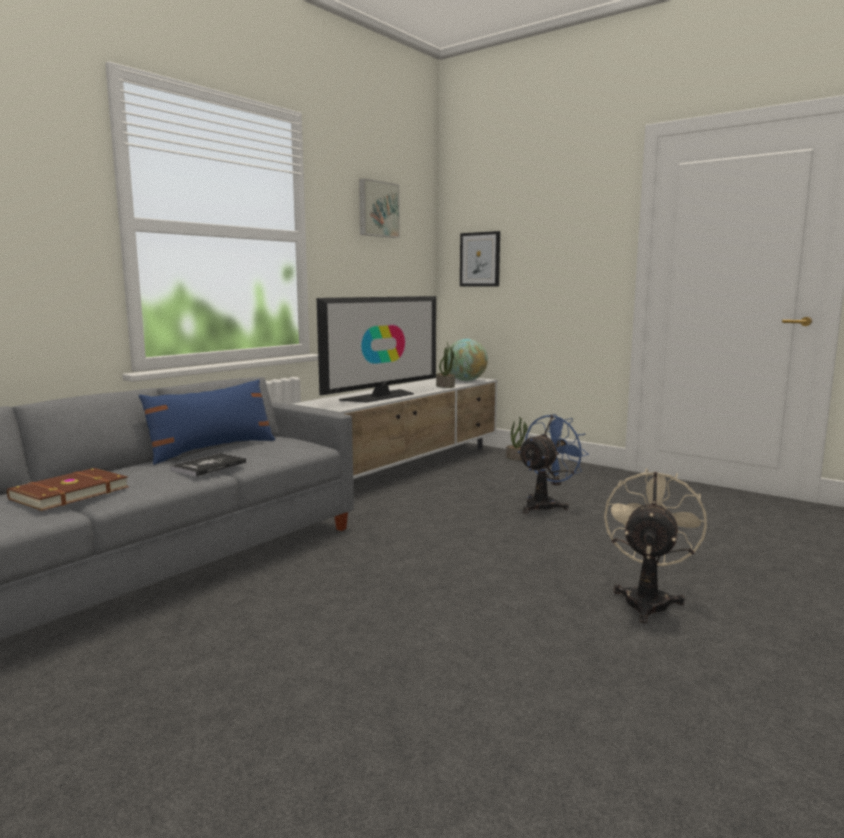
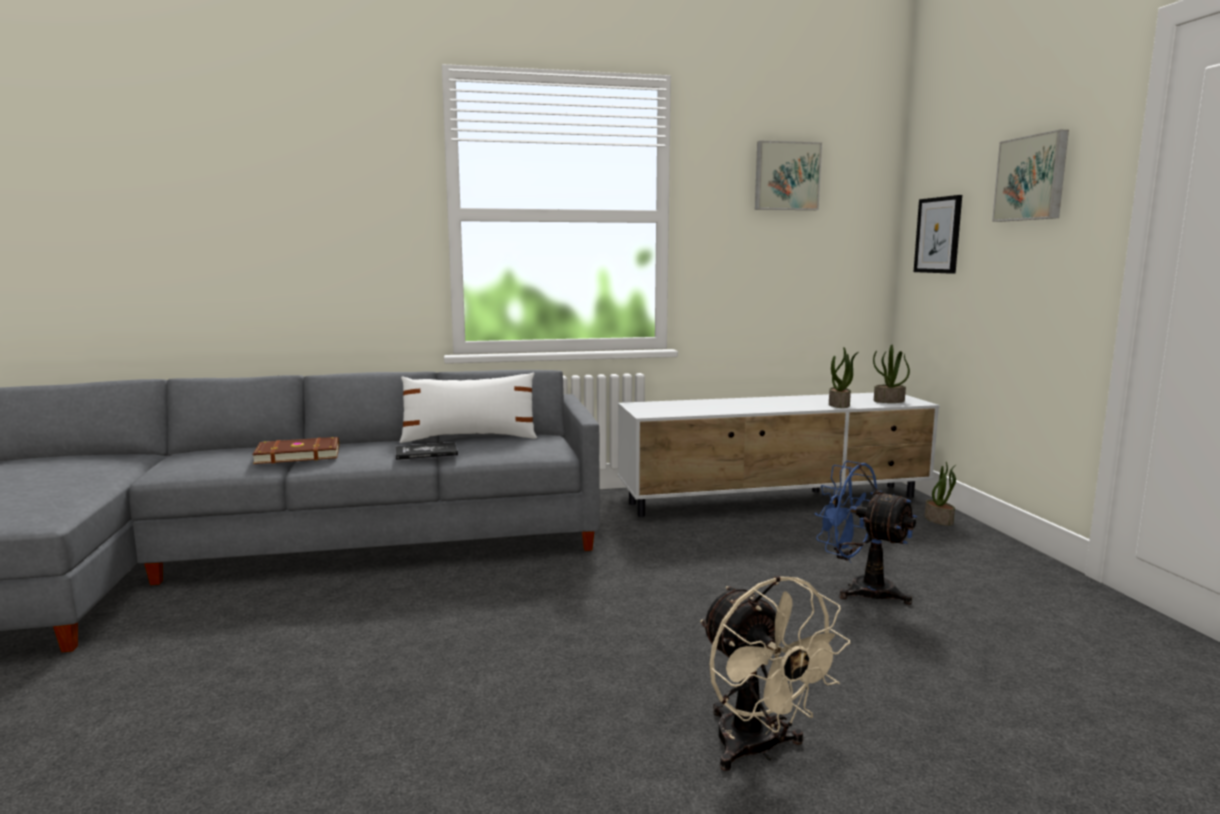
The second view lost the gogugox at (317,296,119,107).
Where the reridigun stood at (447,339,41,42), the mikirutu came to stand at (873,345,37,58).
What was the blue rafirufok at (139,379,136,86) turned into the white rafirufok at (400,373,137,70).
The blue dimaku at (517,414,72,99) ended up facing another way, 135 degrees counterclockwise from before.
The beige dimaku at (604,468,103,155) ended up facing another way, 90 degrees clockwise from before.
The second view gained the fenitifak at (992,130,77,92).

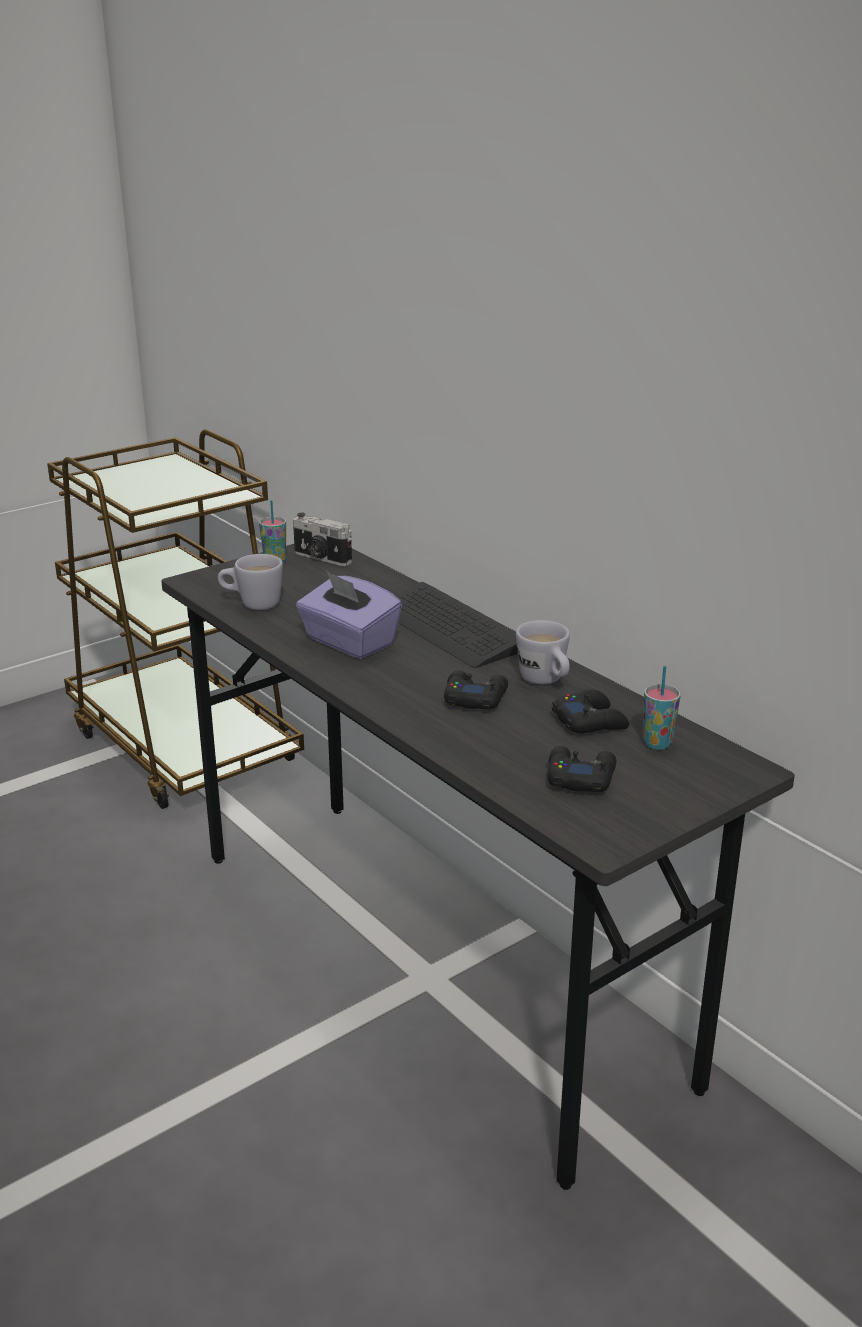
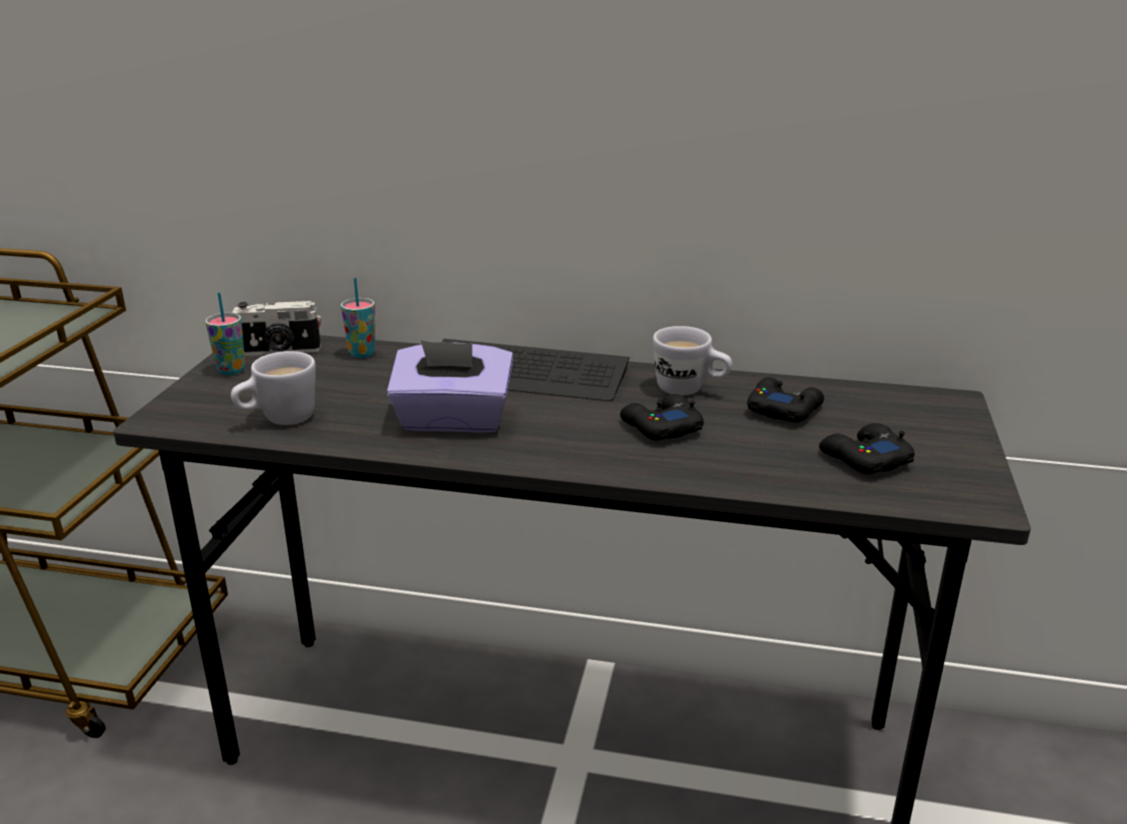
The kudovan ended up elsewhere, having gone from (643,666,38,84) to (341,278,35,80).

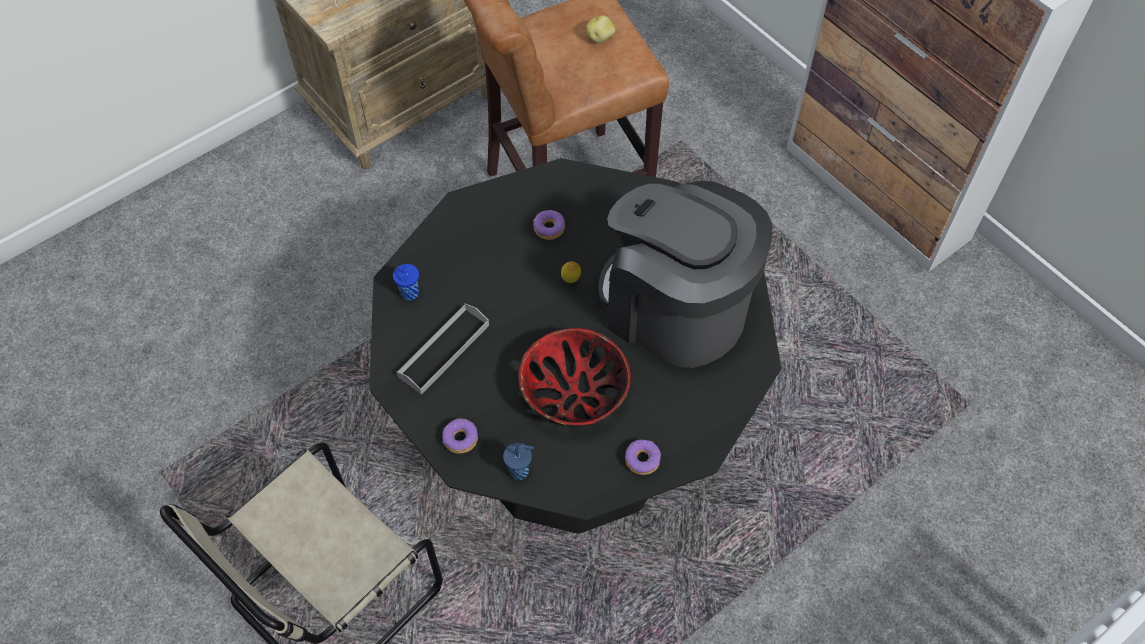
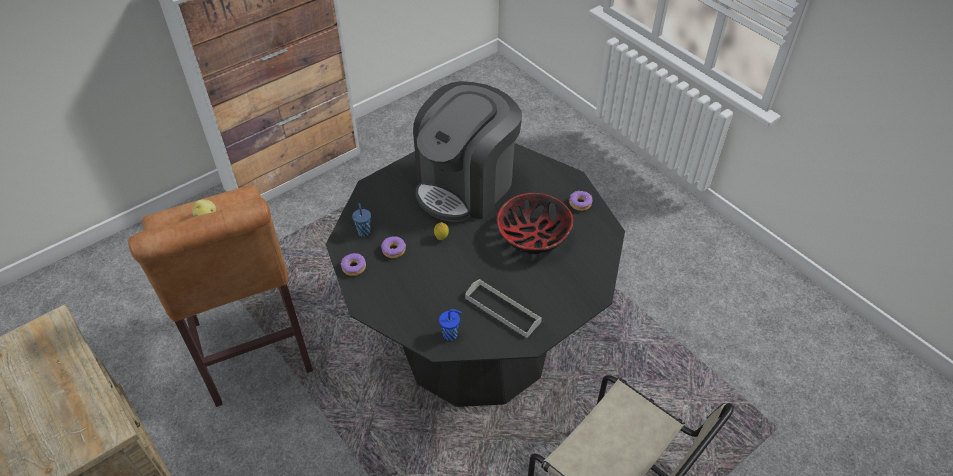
The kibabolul ended up elsewhere, having gone from (442,418,36,36) to (341,253,25,23).
The blue kudovan ended up elsewhere, having gone from (503,443,31,37) to (352,203,19,34).

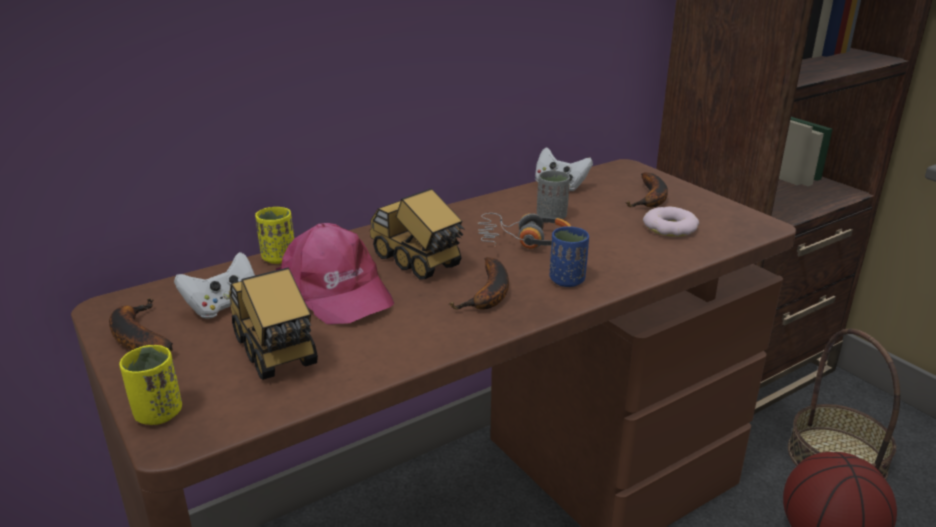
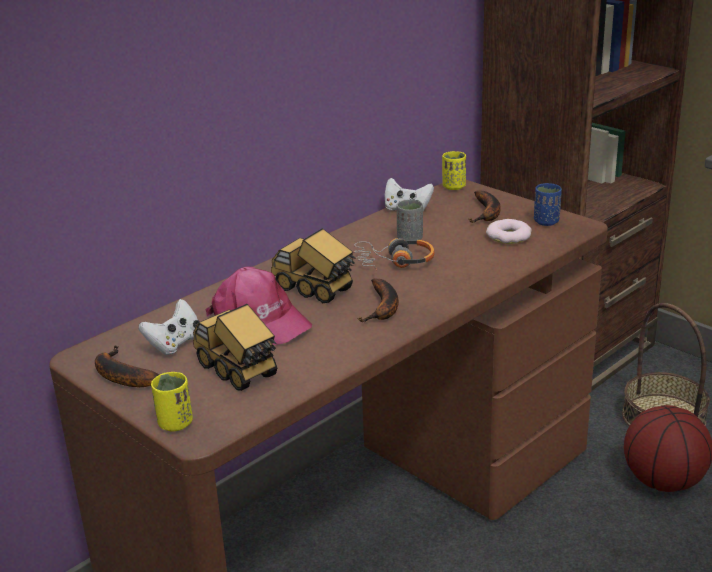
The yellow kudovan ended up elsewhere, having gone from (255,207,39,57) to (442,151,24,39).
The blue kudovan ended up elsewhere, having gone from (549,226,40,61) to (534,183,28,43).

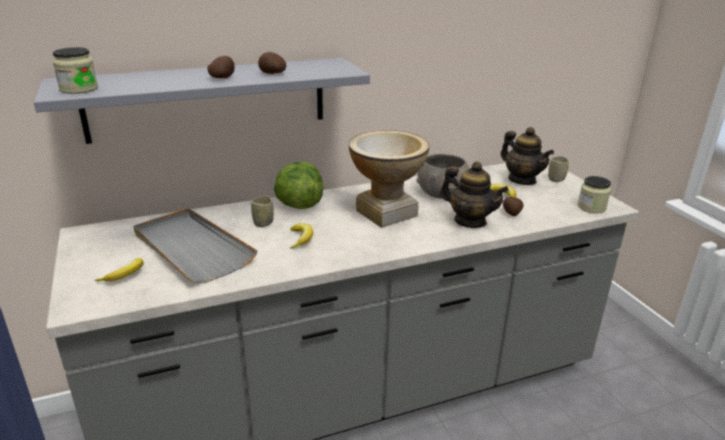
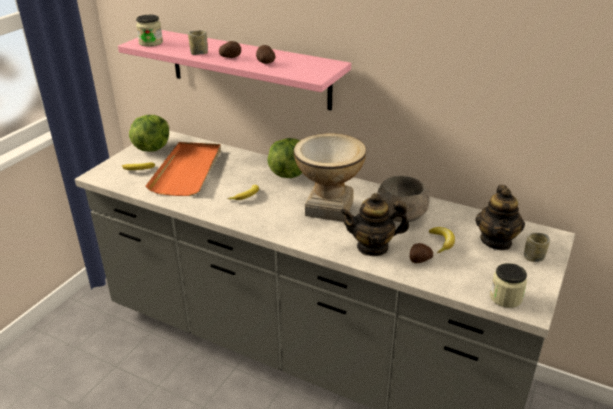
What was the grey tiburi at (34,58,336,86) turned into the pink tiburi at (118,30,233,80).
The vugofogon at (440,162,69,66) ended up facing another way, 90 degrees clockwise from before.
The kudovan ended up elsewhere, having gone from (251,196,23,31) to (188,30,20,25).
What was the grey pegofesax at (134,208,124,75) turned into the orange pegofesax at (146,142,75,54).
The second view gained the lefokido at (129,115,40,37).

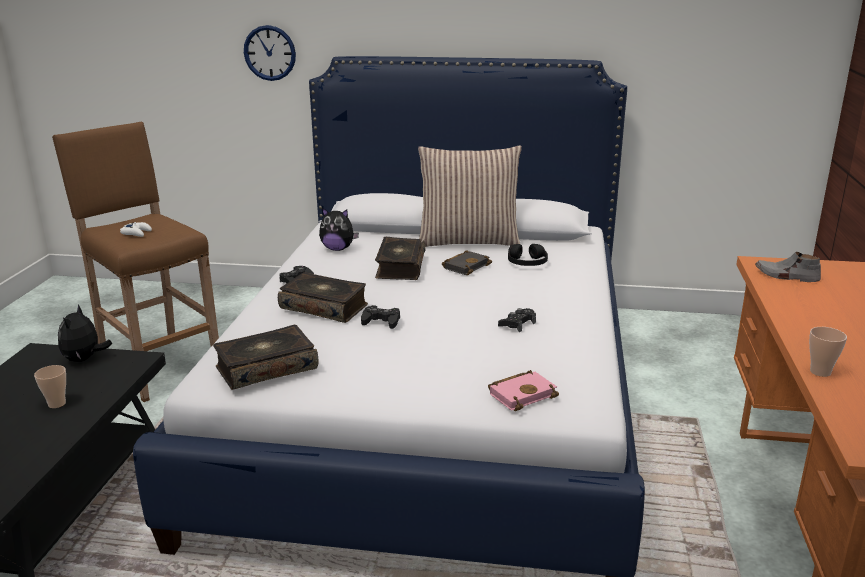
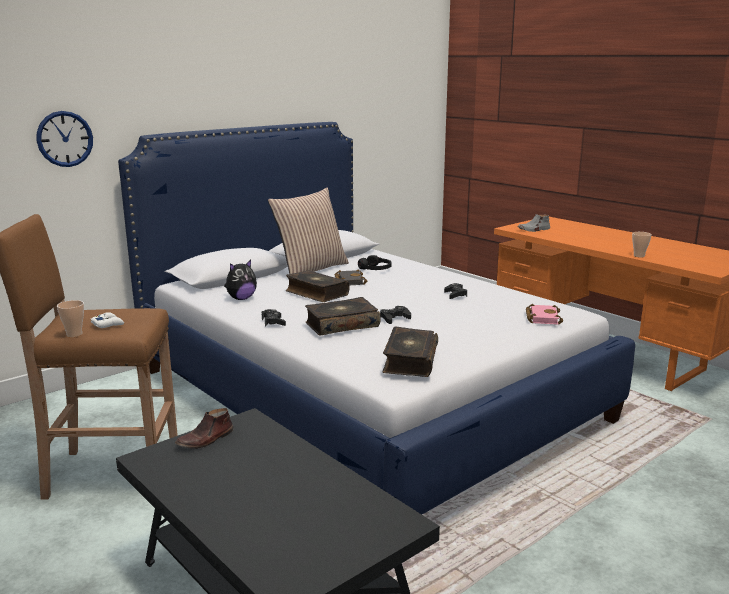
Where the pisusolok stood at (58,304,54,58), the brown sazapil came to stand at (175,408,58,41).
The kudovan ended up elsewhere, having gone from (34,365,32,43) to (57,300,27,37).

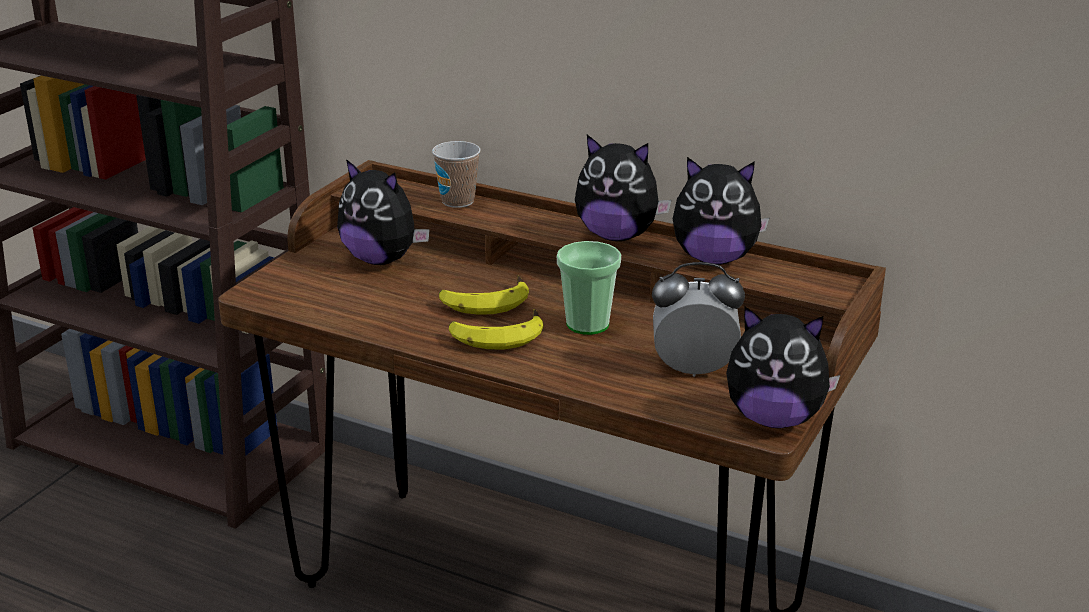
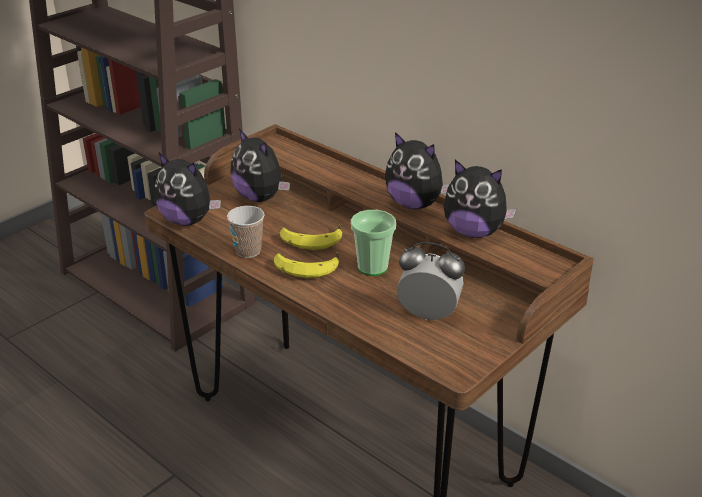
The kudovan ended up elsewhere, having gone from (432,141,49,67) to (227,206,38,52).
The pisusolok ended up elsewhere, having gone from (726,307,114,121) to (154,153,67,73).

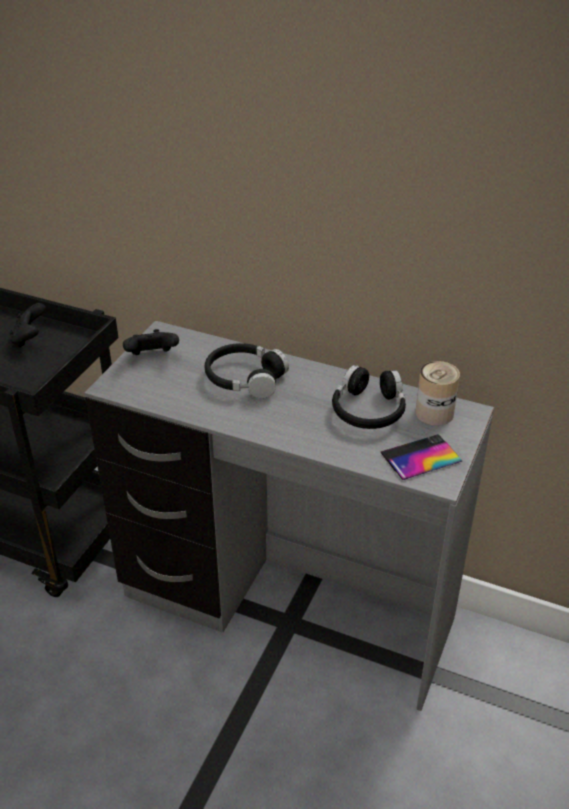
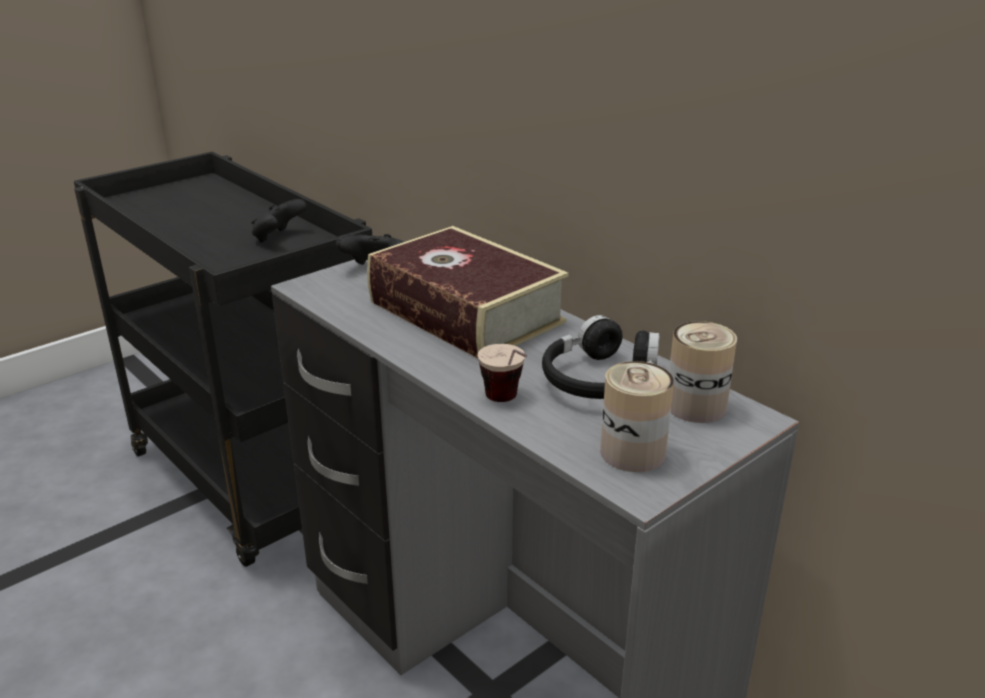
Where the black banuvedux stood at (205,343,84,55), the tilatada came to stand at (367,226,202,132).
Where the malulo stood at (381,434,81,46), the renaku came to stand at (600,361,74,111).
The second view gained the kudovan at (478,344,49,58).

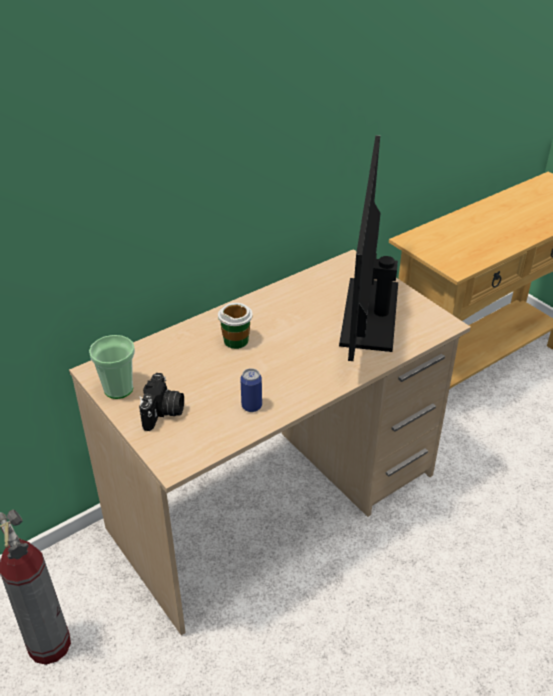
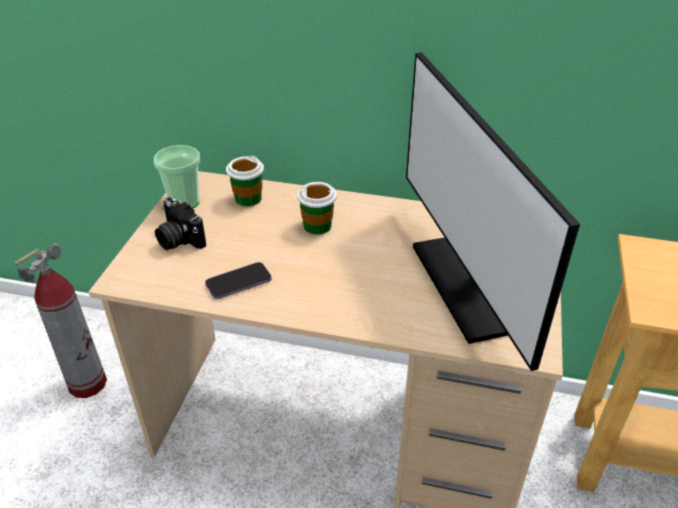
The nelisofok at (339,135,59,226) ended up facing another way, 75 degrees counterclockwise from before.
Where the renaku stood at (240,368,22,44), the malulo came to stand at (205,262,67,37).
The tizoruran at (139,373,45,58) ended up facing another way, 75 degrees clockwise from before.
The second view gained the kudovan at (226,156,38,51).

